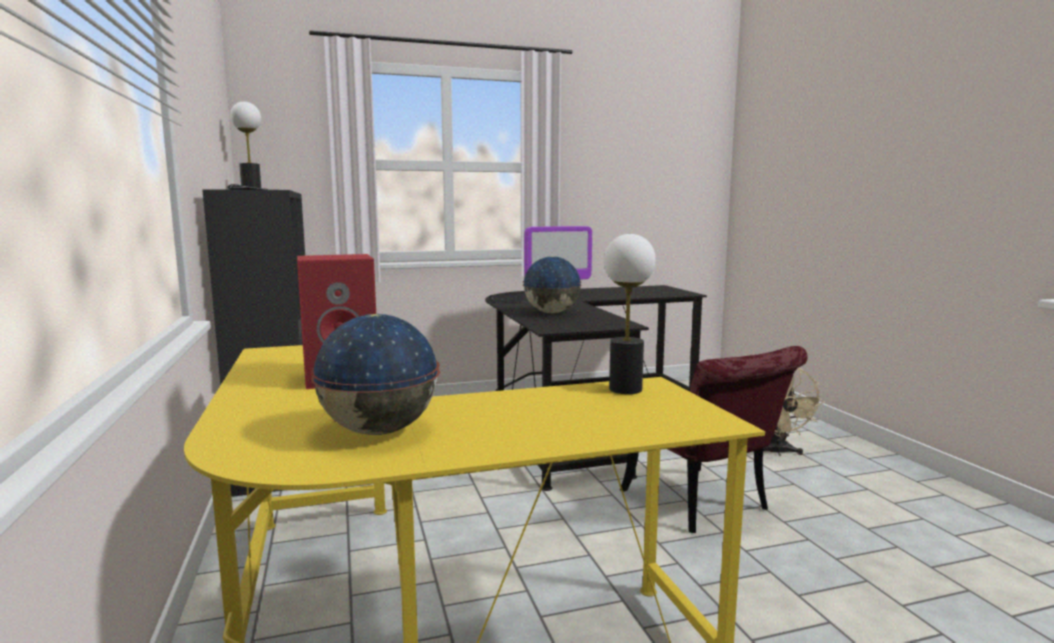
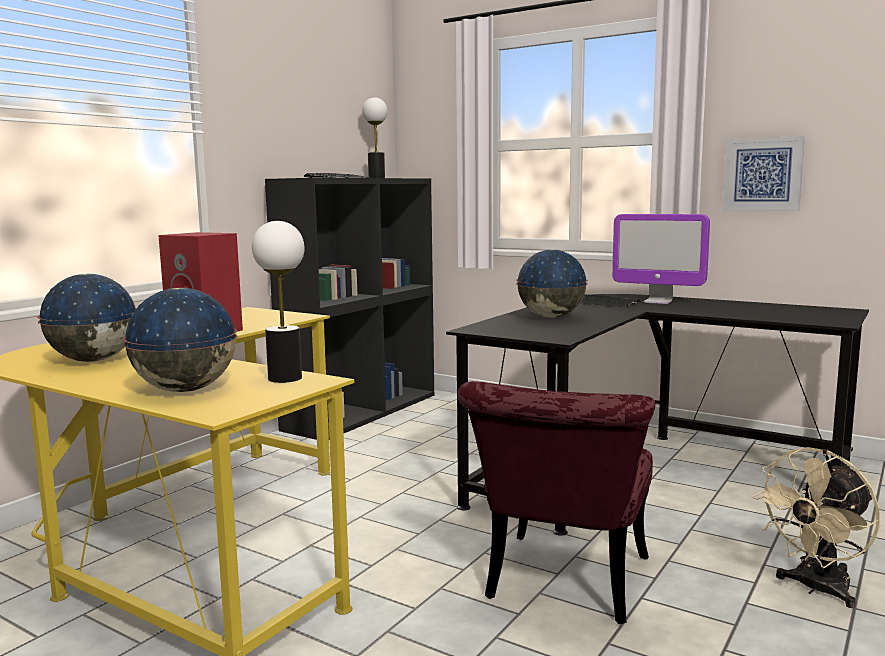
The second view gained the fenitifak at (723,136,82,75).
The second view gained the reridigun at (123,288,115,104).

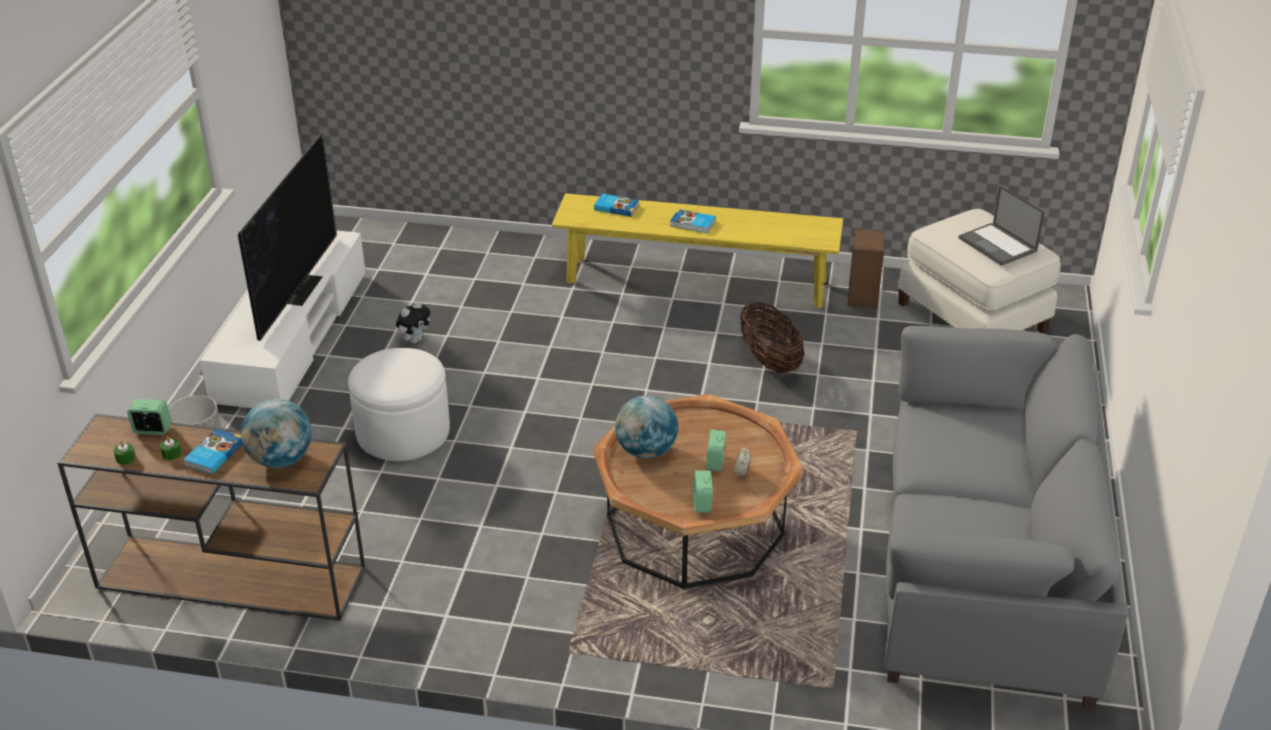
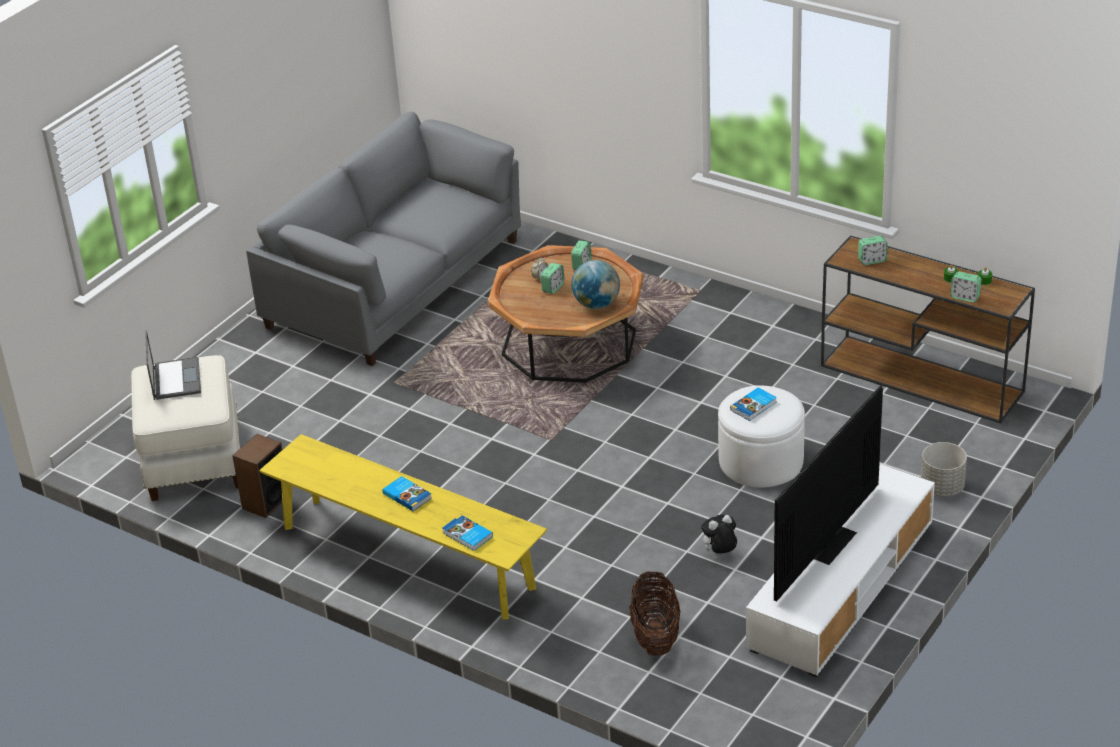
The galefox ended up elsewhere, having gone from (741,302,64,71) to (629,571,51,84).
Where the reridigun stood at (241,399,71,69), the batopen came to stand at (858,236,30,29).
The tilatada ended up elsewhere, having gone from (183,428,59,46) to (730,387,47,34).

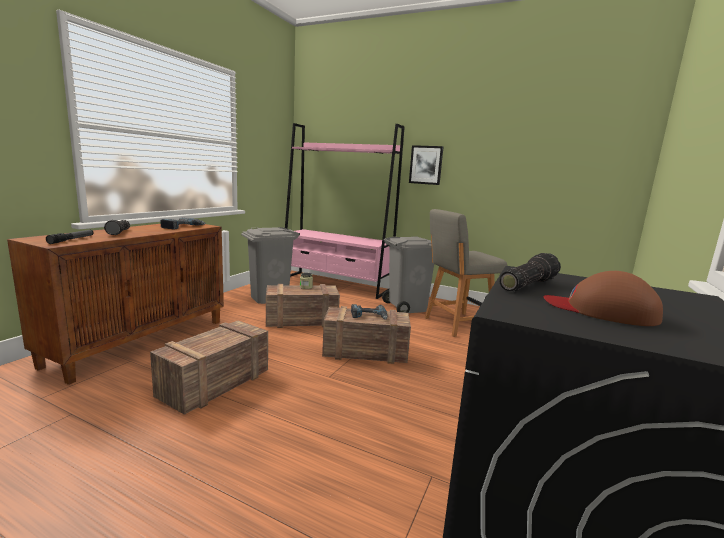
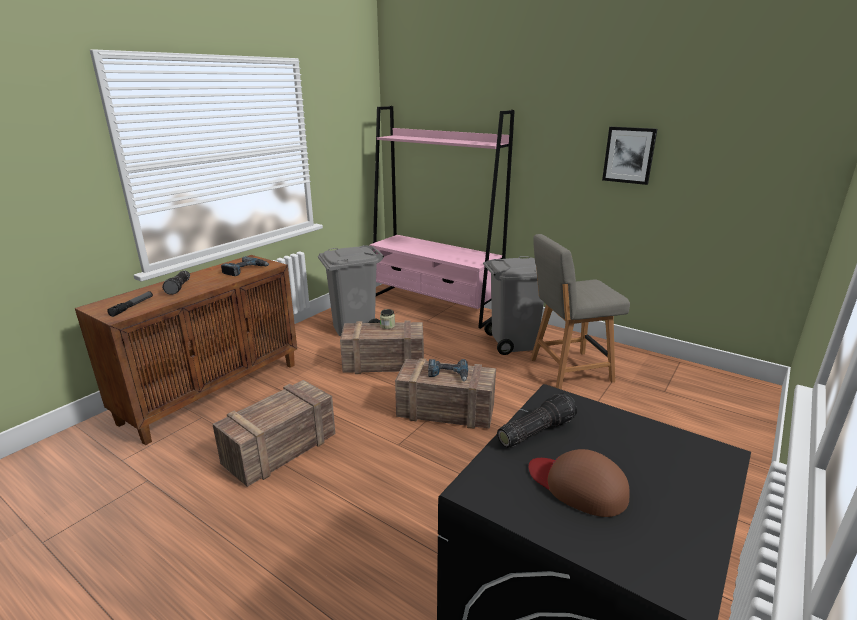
The fenitifak ended up elsewhere, having gone from (409,145,35,40) to (602,127,55,58).

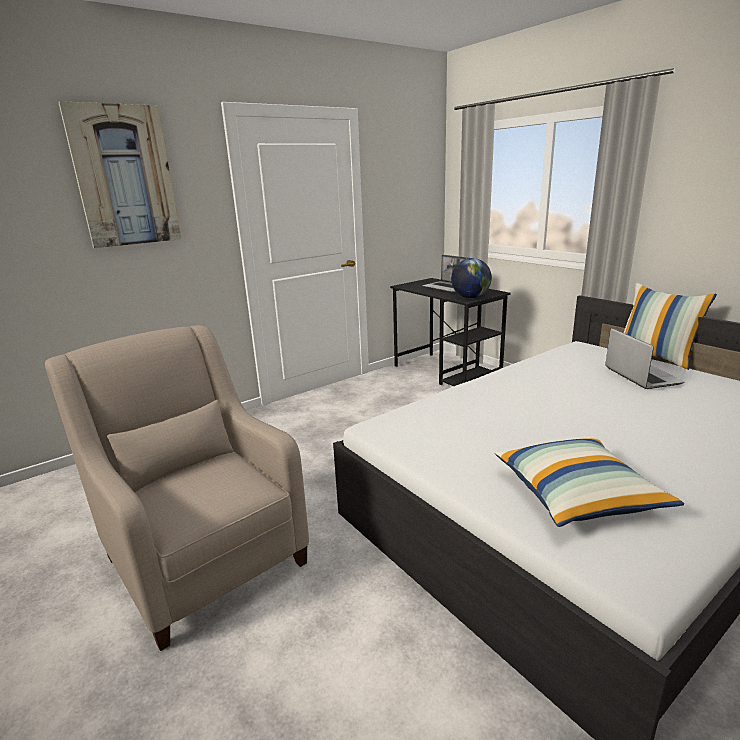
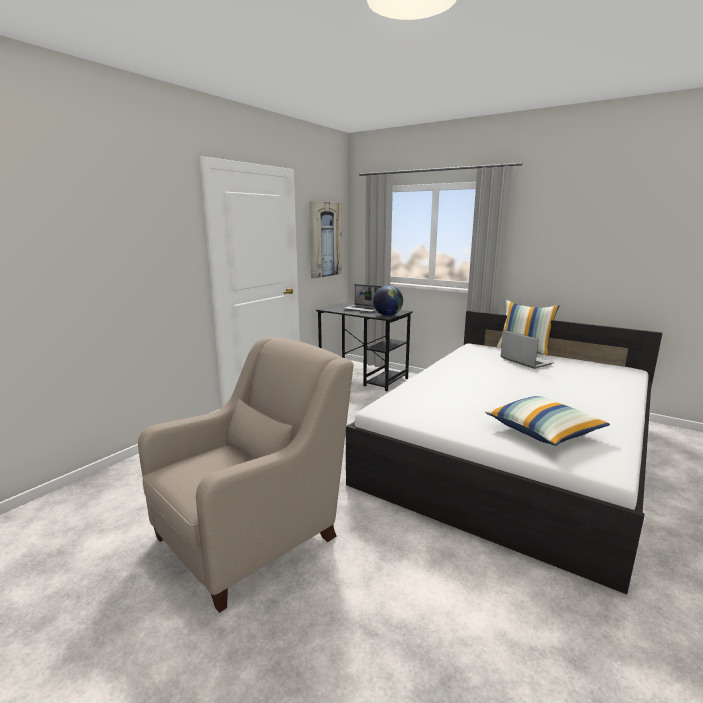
The fenitifak ended up elsewhere, having gone from (58,101,123,147) to (309,201,33,78).
The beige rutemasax at (45,325,264,326) ended up facing another way, 105 degrees clockwise from before.

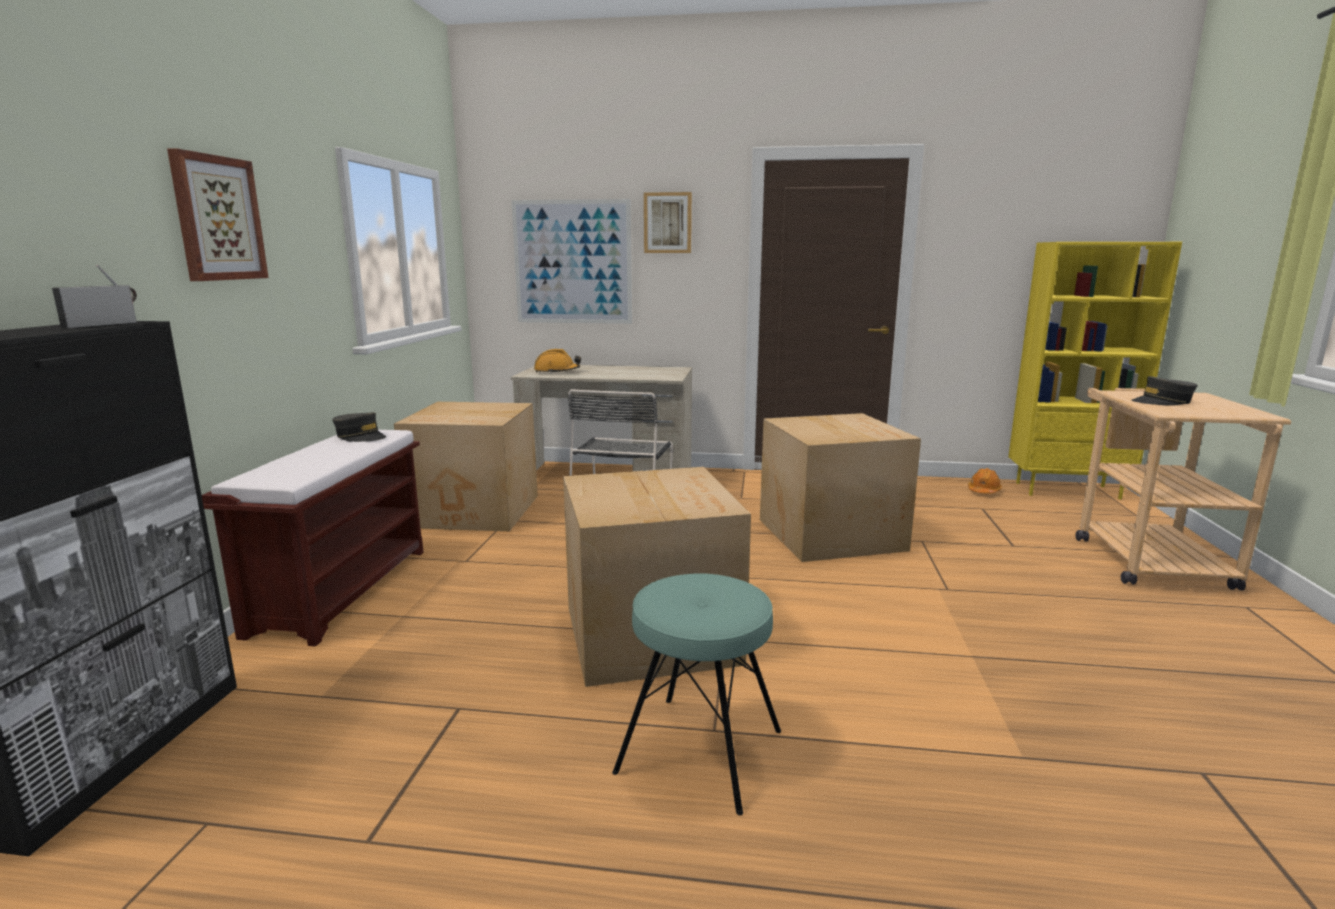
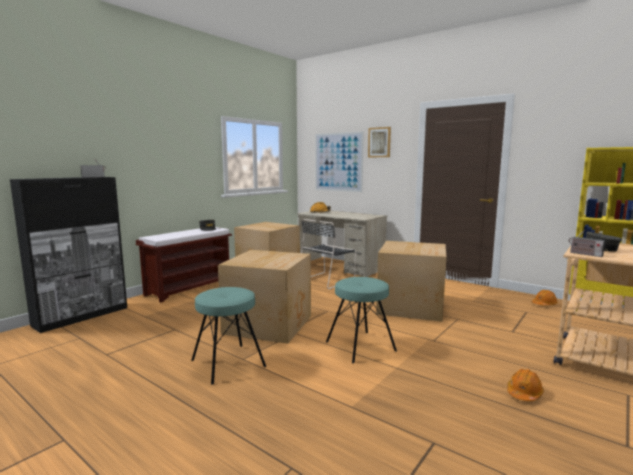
The second view lost the fenitifak at (167,148,102,133).
The second view gained the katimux at (569,230,36,27).
The second view gained the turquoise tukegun at (326,277,71,86).
The second view gained the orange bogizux at (507,369,37,32).

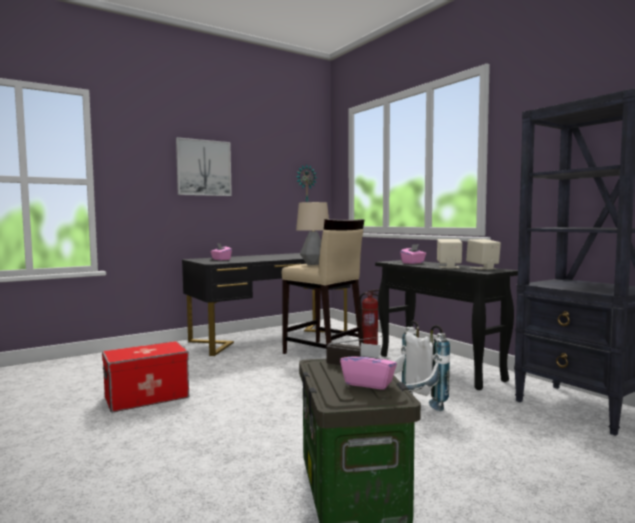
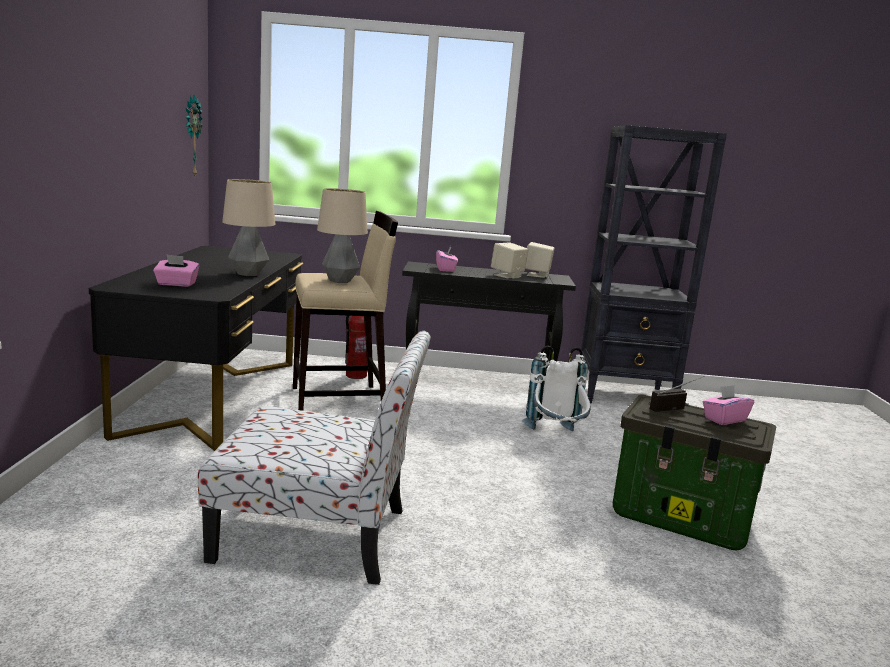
The second view lost the fenitifak at (176,137,56,59).
Where the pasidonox stood at (102,341,87,72), the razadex came to stand at (198,331,233,254).
The second view gained the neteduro at (222,179,54,97).

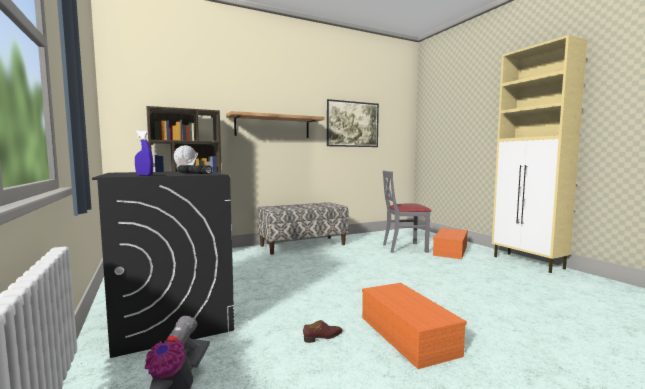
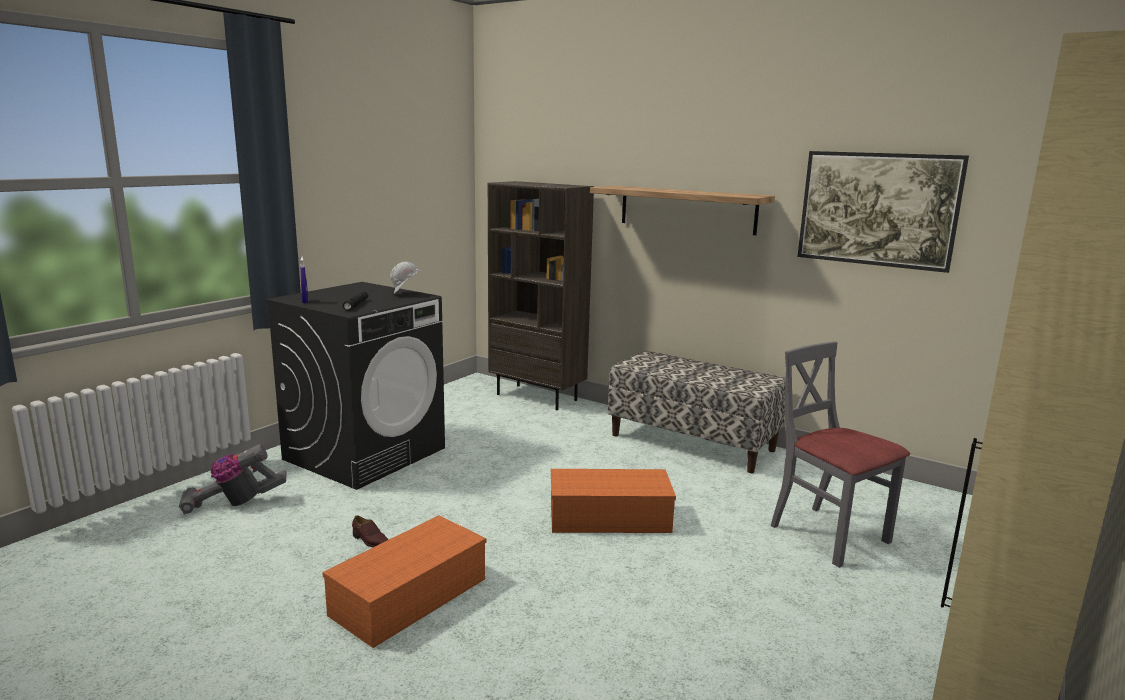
The orange pasidonox ended up elsewhere, having gone from (433,228,35,31) to (551,469,125,64).

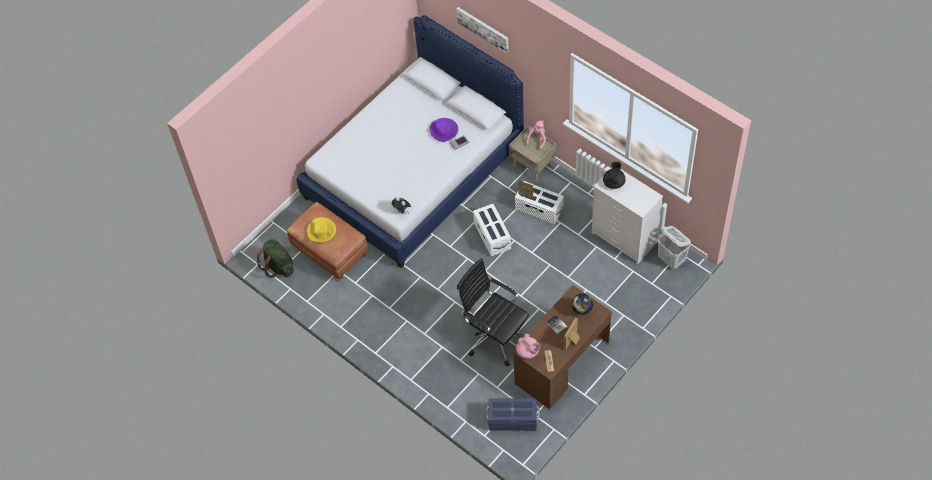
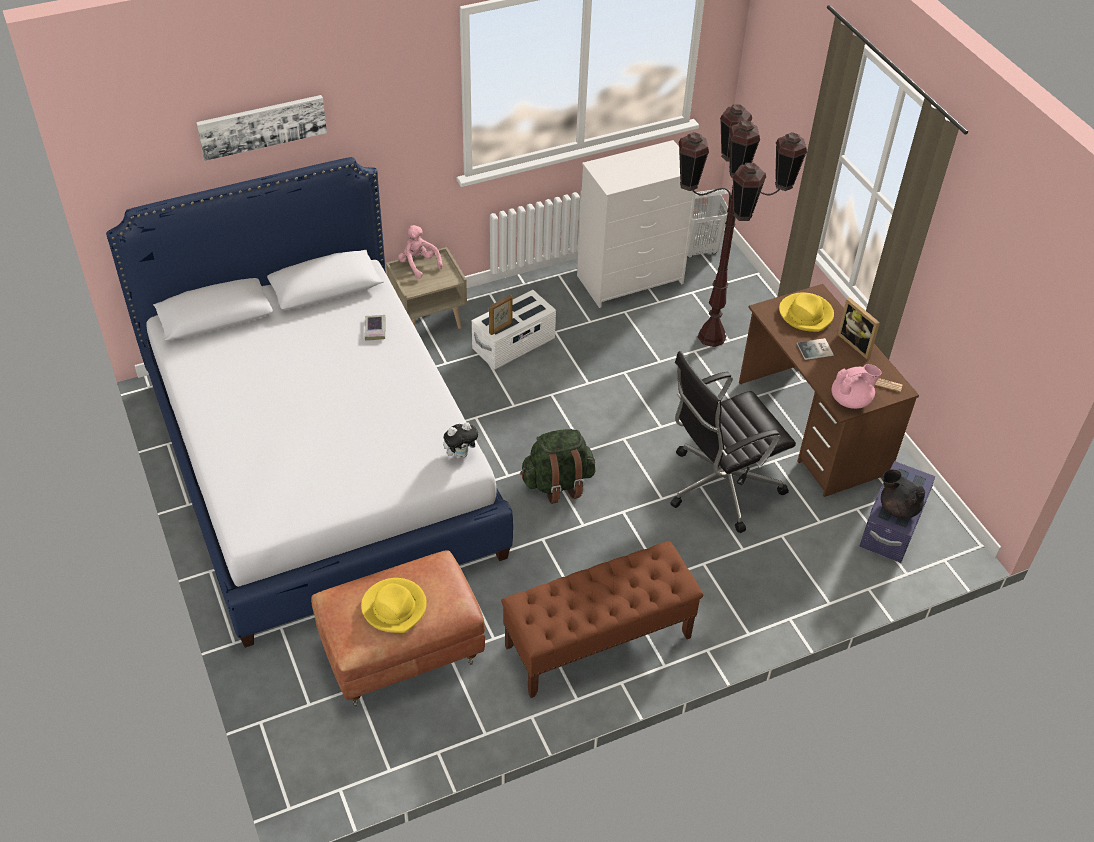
The second view lost the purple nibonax at (429,118,29,24).
The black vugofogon ended up elsewhere, having gone from (603,162,23,27) to (881,469,44,50).
The second view lost the white pasidonox at (473,204,38,52).
The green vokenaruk ended up elsewhere, having gone from (256,239,38,39) to (520,429,76,75).
Where the reridigun stood at (572,294,21,22), the yellow nibonax came to stand at (779,293,55,39).
The second view gained the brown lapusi at (678,104,129,243).
The second view gained the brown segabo at (501,541,202,157).

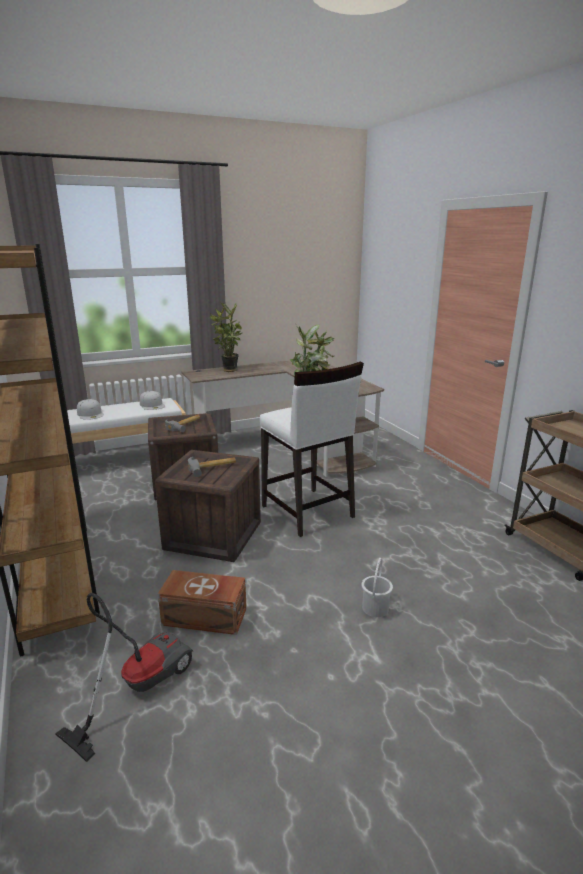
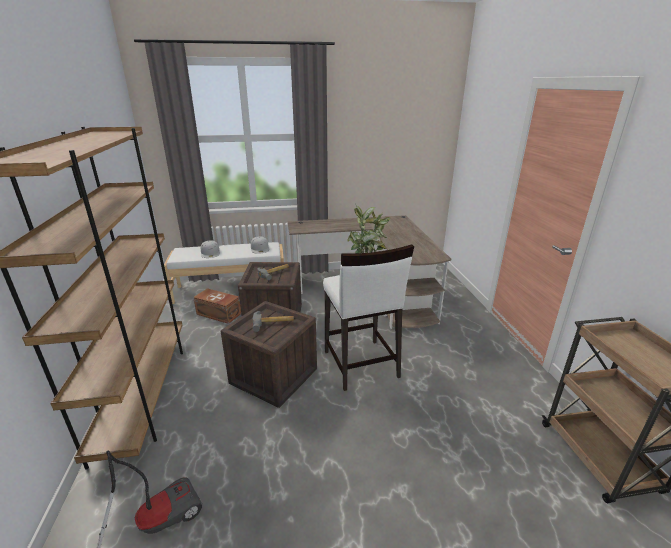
The second view lost the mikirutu at (210,303,32,69).
The second view lost the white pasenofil at (361,558,32,59).
The brown pasidonox ended up elsewhere, having gone from (158,570,89,65) to (193,288,48,36).

